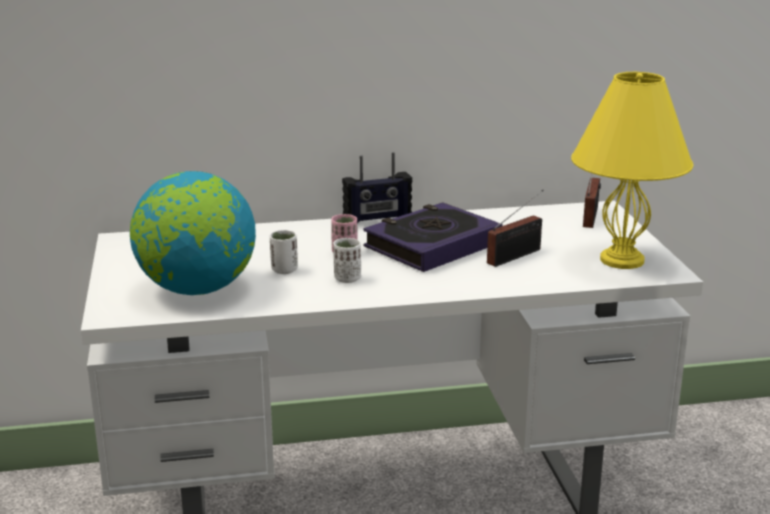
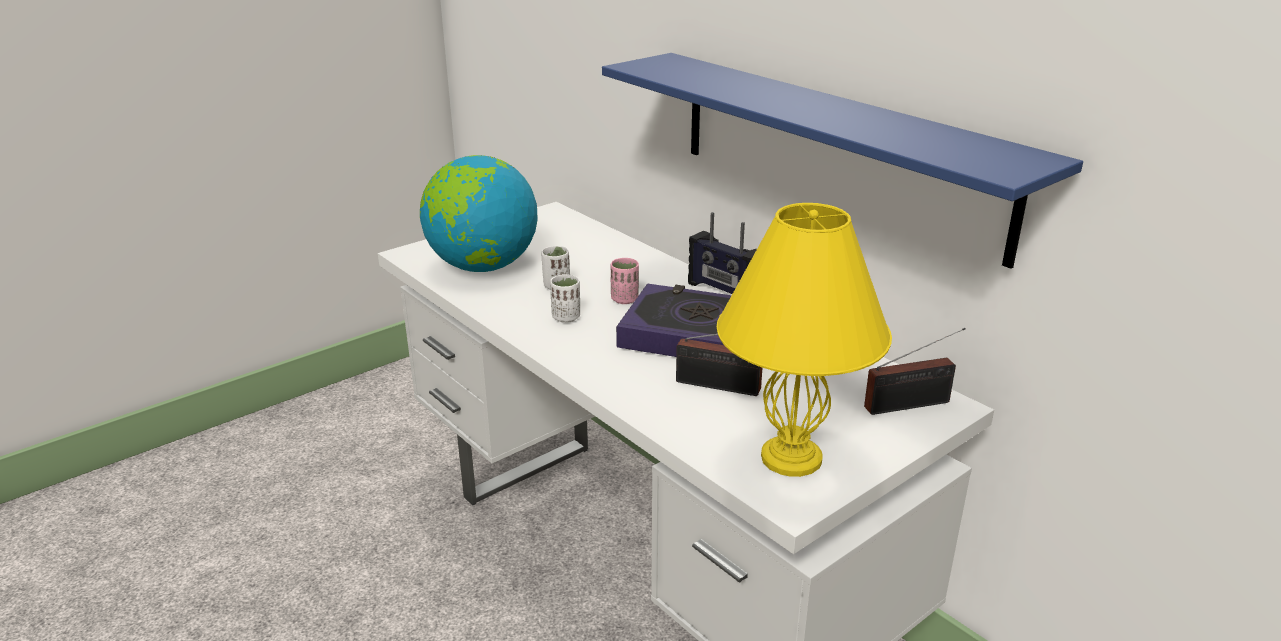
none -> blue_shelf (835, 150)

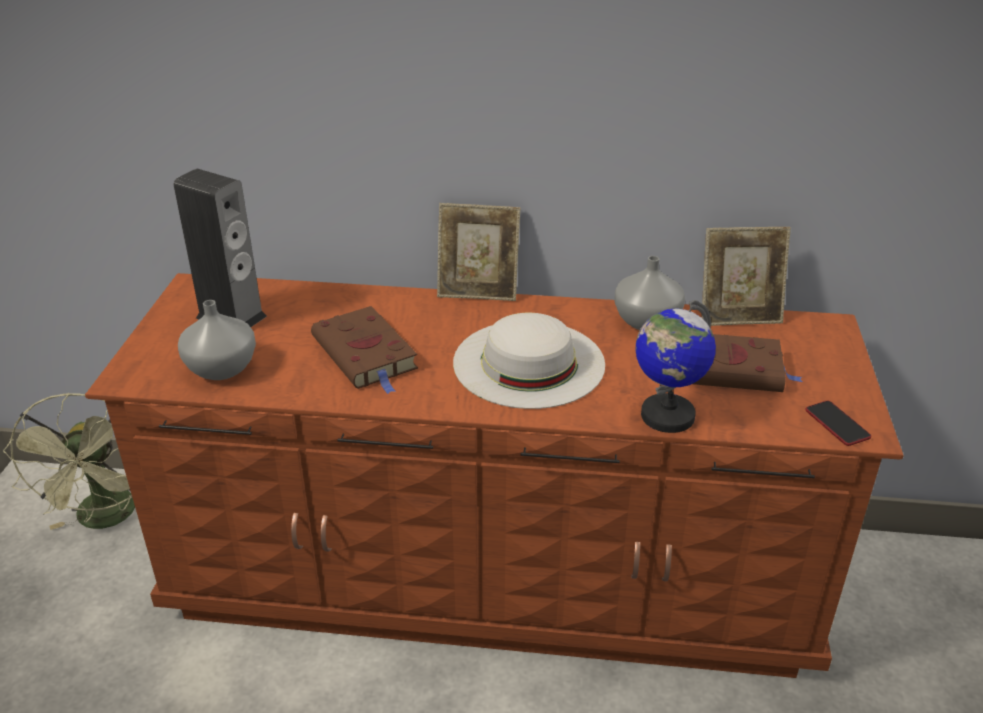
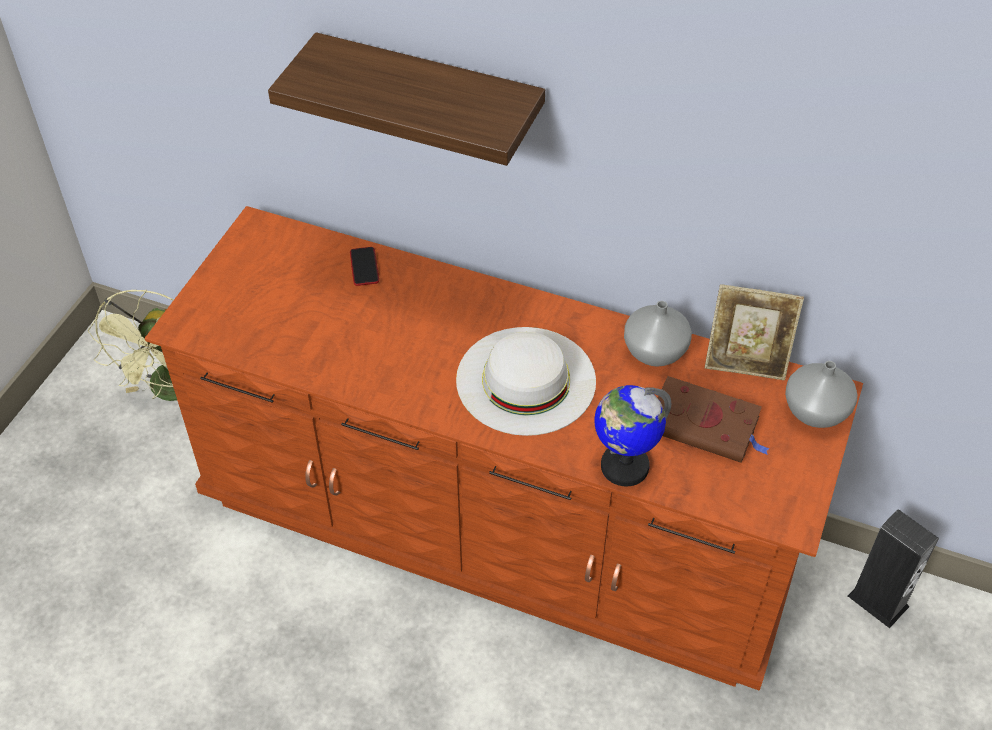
none -> shelf (429, 97)
phone (837, 424) -> phone (364, 267), move
grey_vase (220, 368) -> grey_vase (814, 410), move
speaker (231, 317) -> speaker (878, 601), move
brown_book (366, 355) -> none
picture_frame (478, 291) -> none

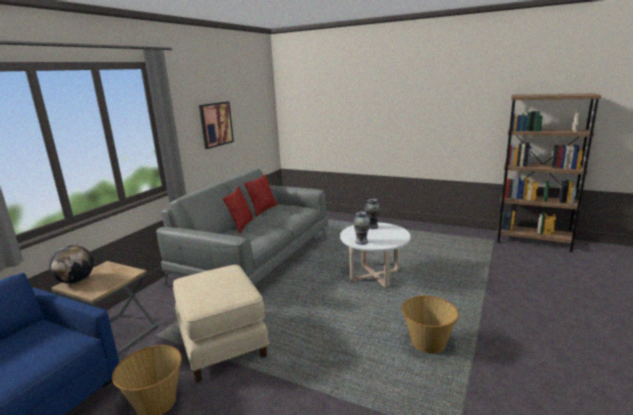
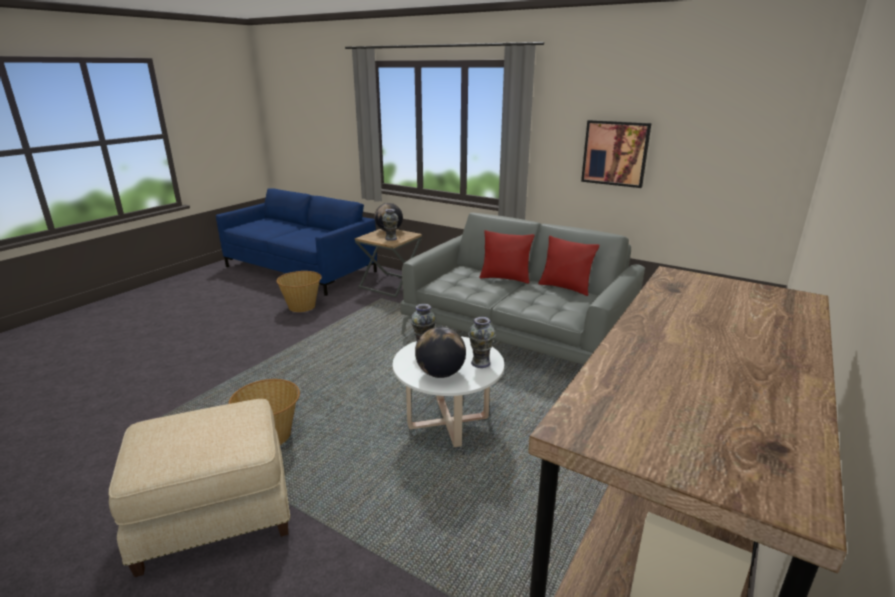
beige_ottoman (223, 342) -> beige_ottoman (215, 517), move
none -> vase (390, 238)
none -> globe (440, 373)

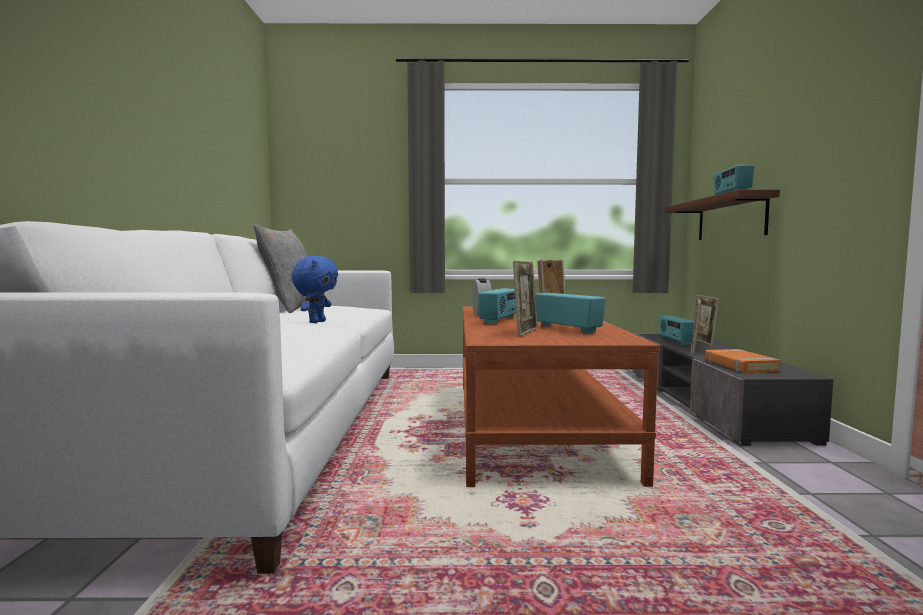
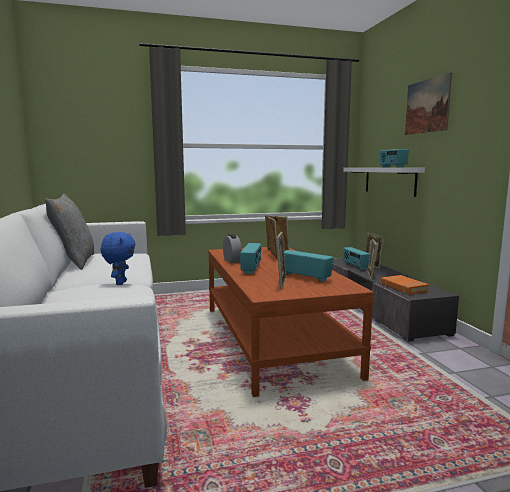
brown_shelf (730, 218) -> white_shelf (389, 180)
none -> picture (427, 106)

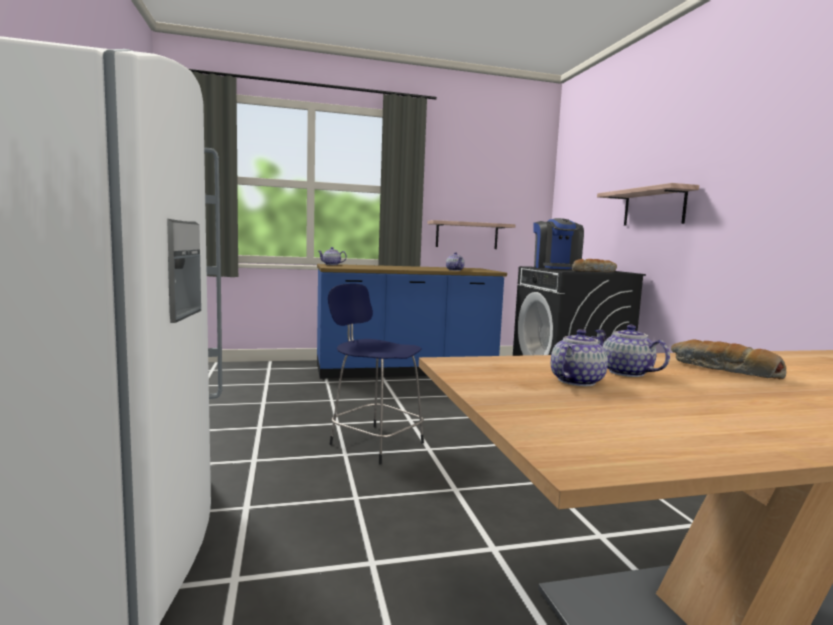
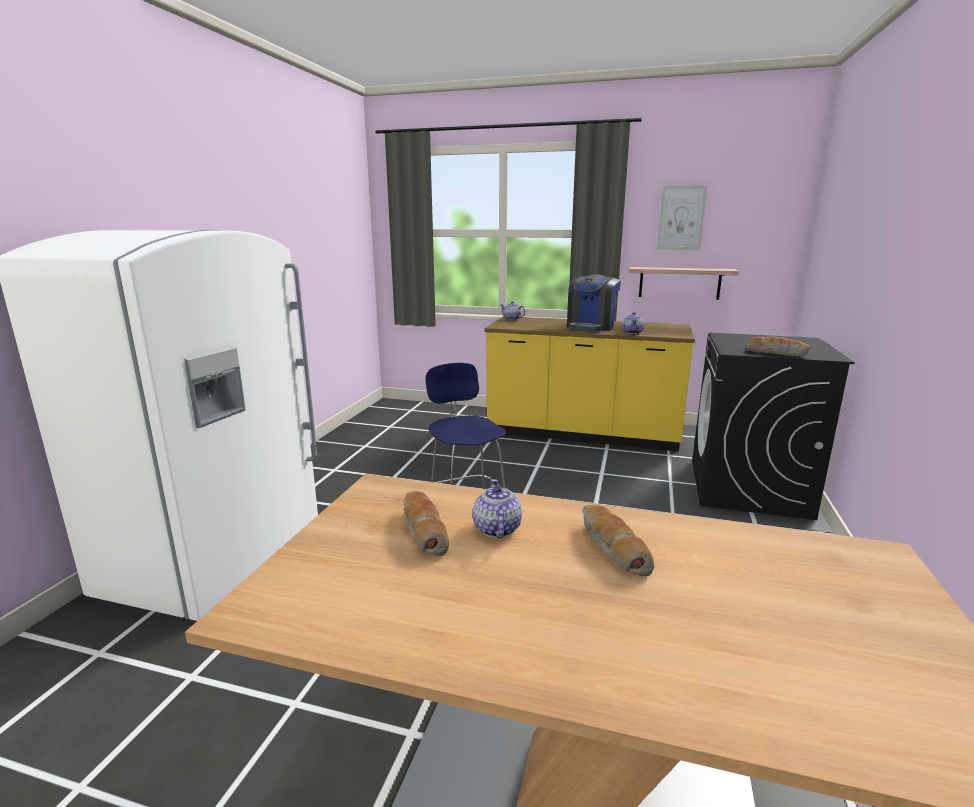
teapot (575, 381) -> bread (423, 531)
blue_counter (405, 371) -> yellow_counter (582, 434)
coffee_machine (556, 268) -> coffee_machine (591, 327), move
none -> picture (681, 218)
shelf (653, 207) -> none

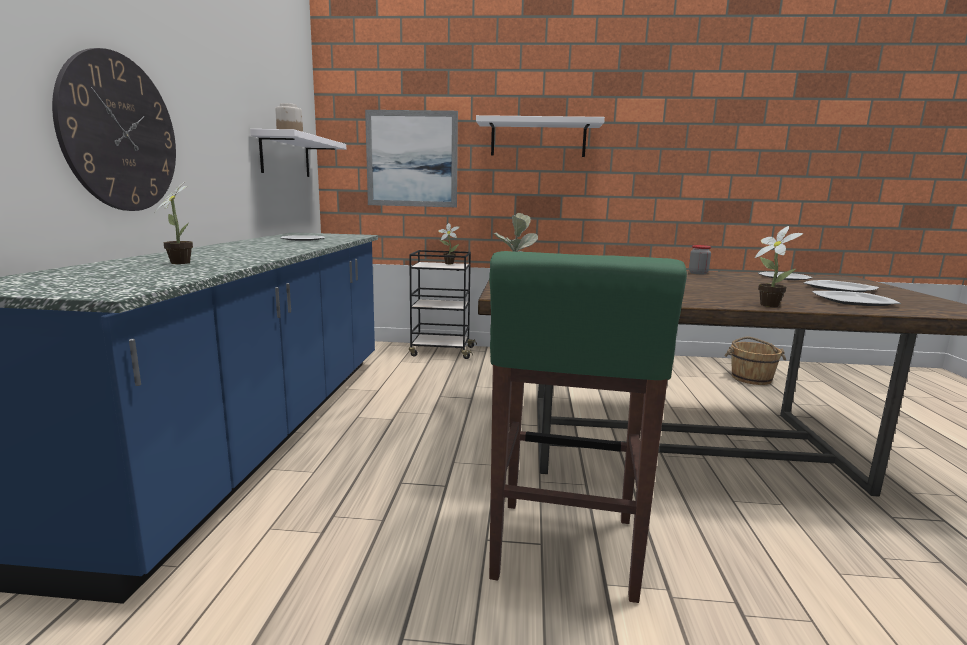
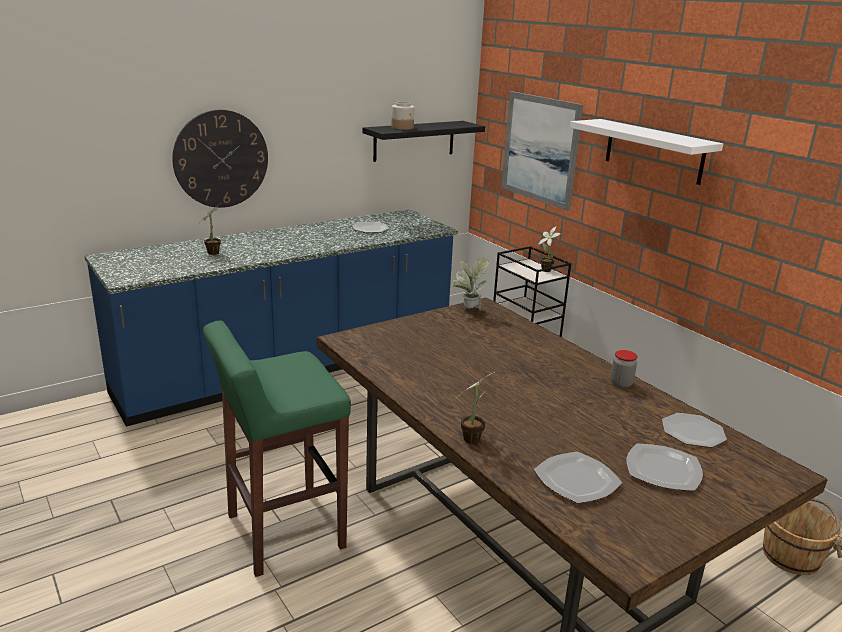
white_shelf (285, 156) -> black_shelf (414, 140)

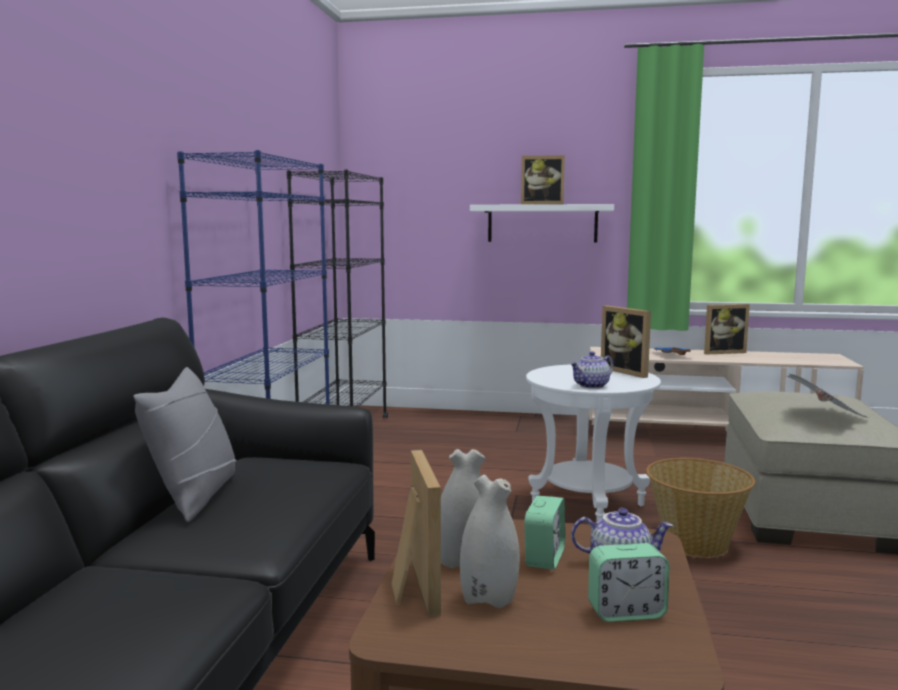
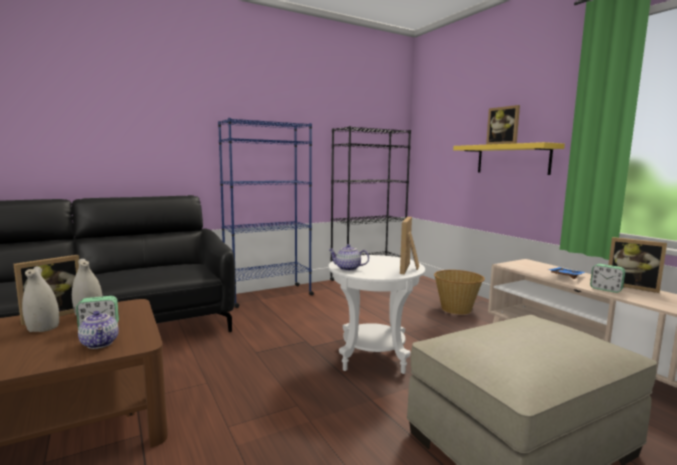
basket (695, 543) -> basket (456, 309), move
white_shelf (542, 223) -> yellow_shelf (512, 159)
alarm_clock (626, 612) -> alarm_clock (606, 289), move
grey_pillow (195, 496) -> none
newspaper (825, 415) -> none

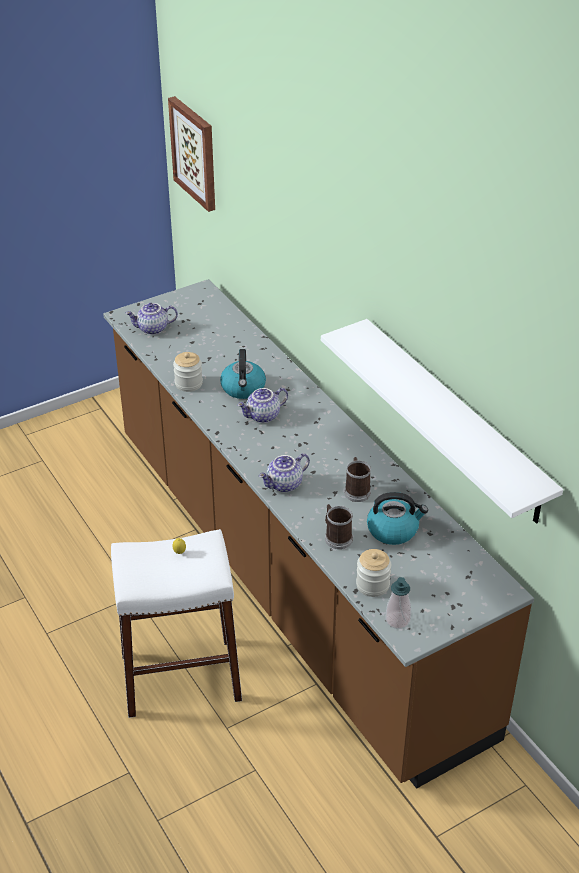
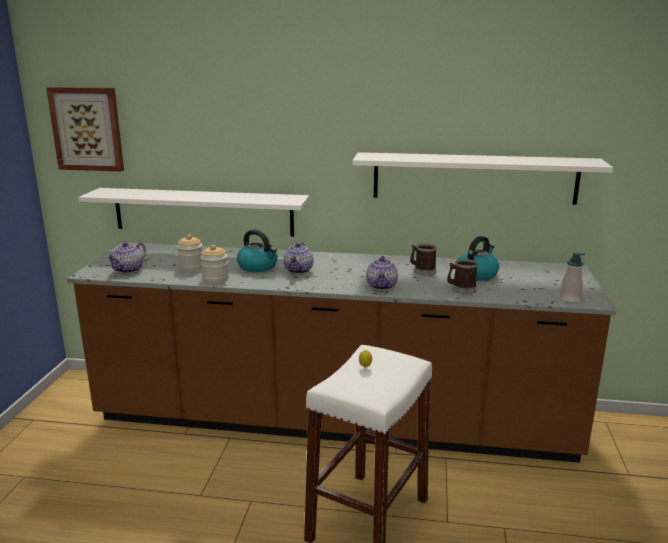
none -> white_shelf (203, 211)
jar (372, 585) -> jar (191, 267), move

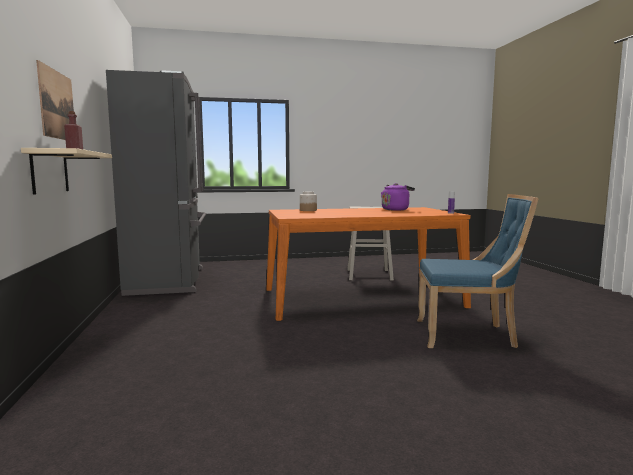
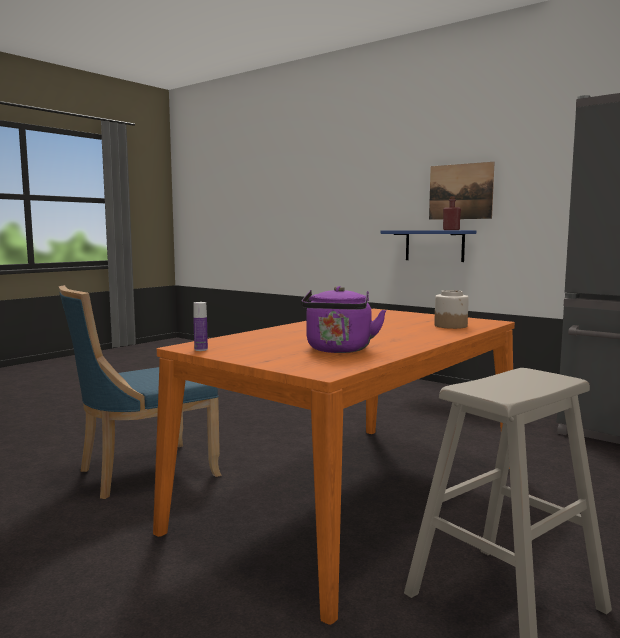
beige_shelf (50, 172) -> blue_shelf (434, 245)

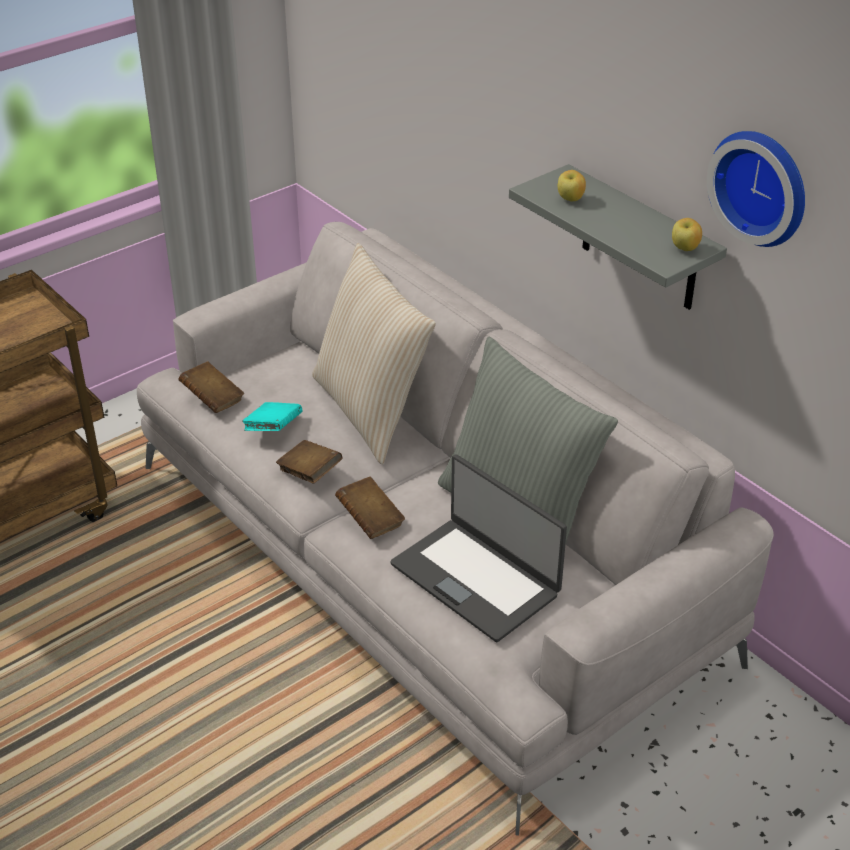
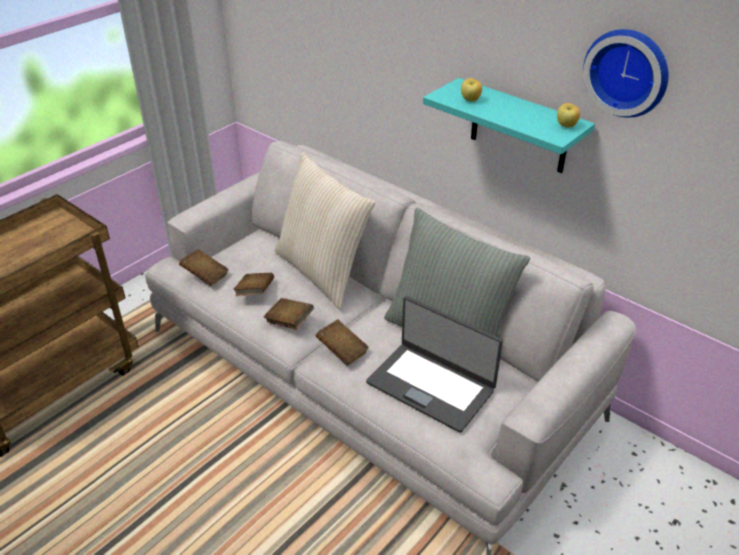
turquoise_book (273, 429) -> brown_book (255, 293)
grey_shelf (640, 241) -> turquoise_shelf (519, 127)

